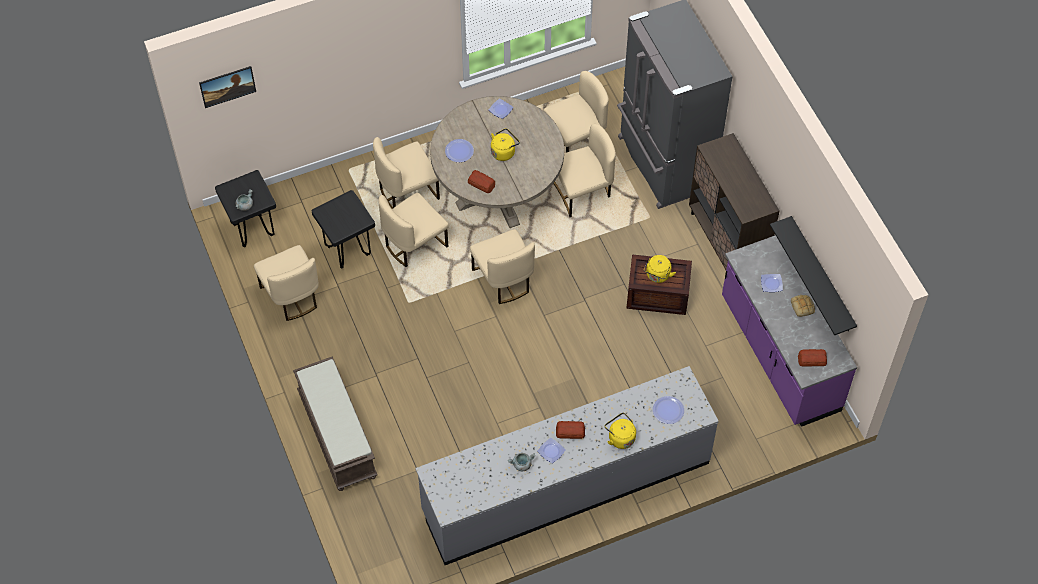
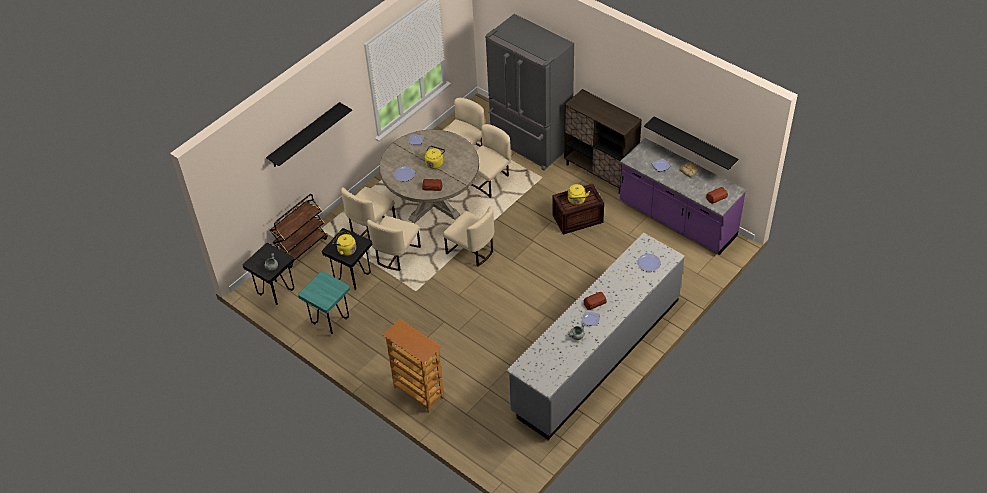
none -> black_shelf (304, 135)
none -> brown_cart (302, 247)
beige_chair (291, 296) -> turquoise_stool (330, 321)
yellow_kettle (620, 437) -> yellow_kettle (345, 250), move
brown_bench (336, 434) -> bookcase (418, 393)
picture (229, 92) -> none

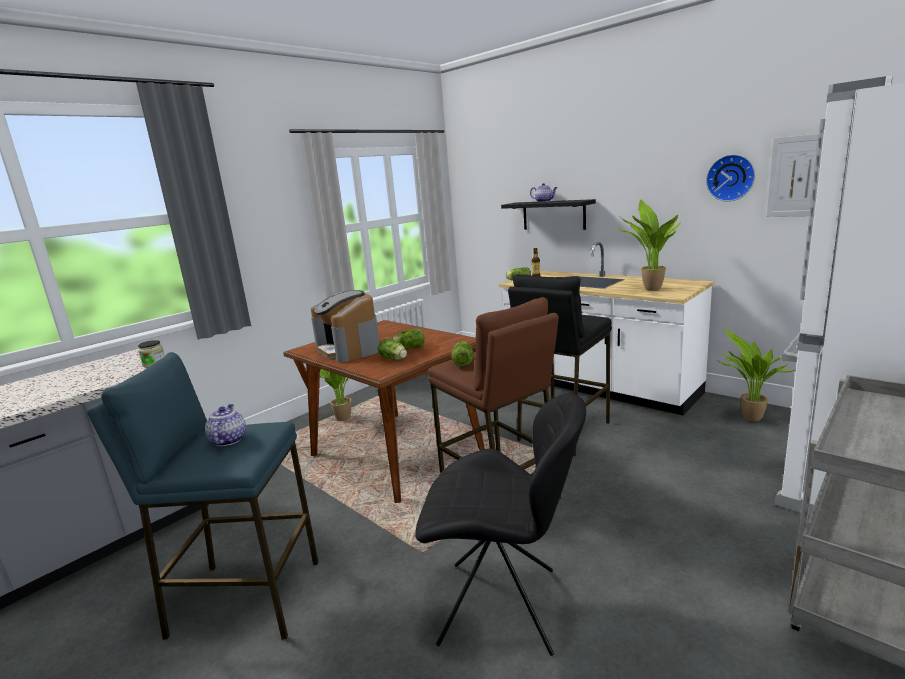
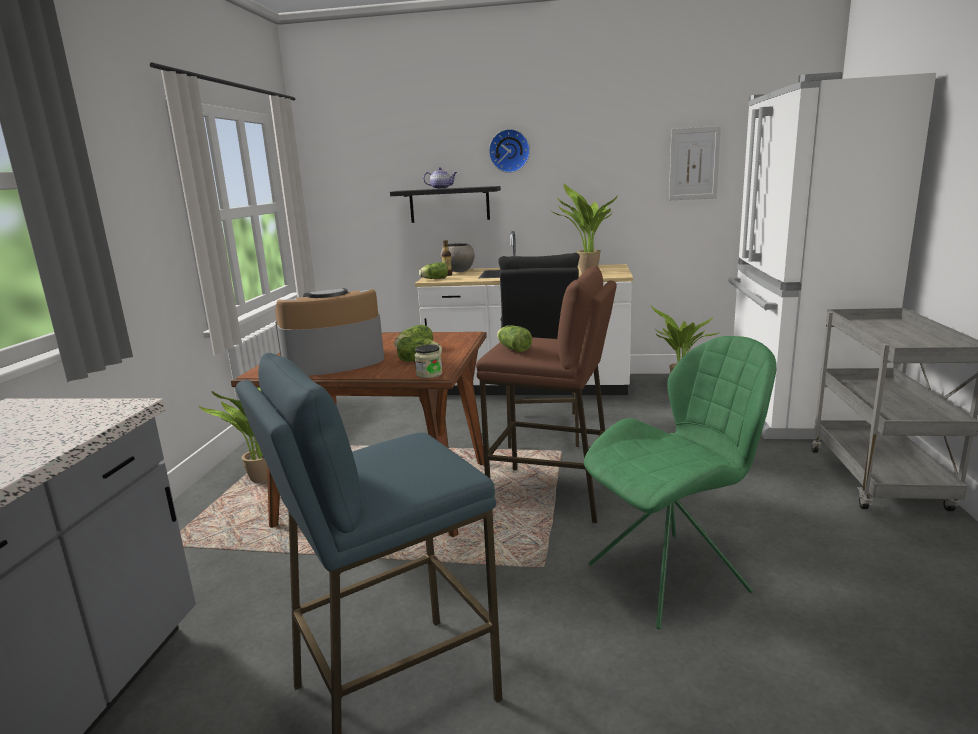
coffee_machine (349, 348) -> coffee_machine (333, 362), 135 degrees clockwise
jar (154, 364) -> jar (429, 374), move
none -> grey_bowl (458, 271)
wall_clock (731, 178) -> wall_clock (509, 151), move
black_chair (505, 606) -> green_chair (672, 576)
teapot (228, 440) -> none

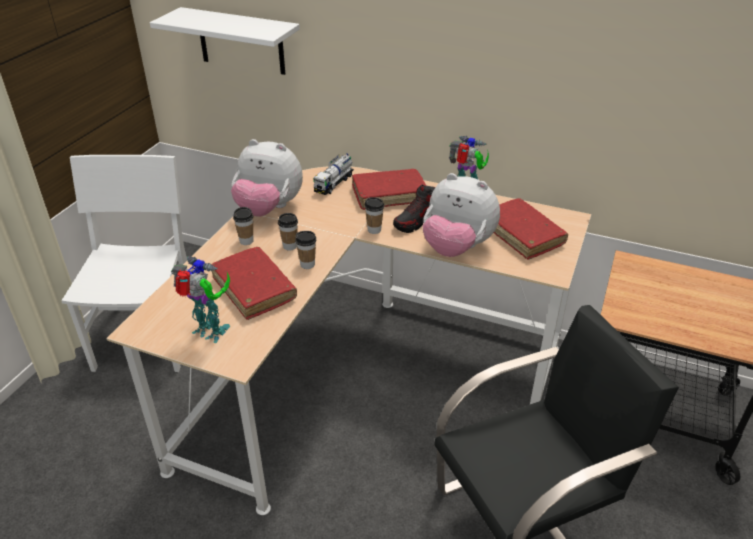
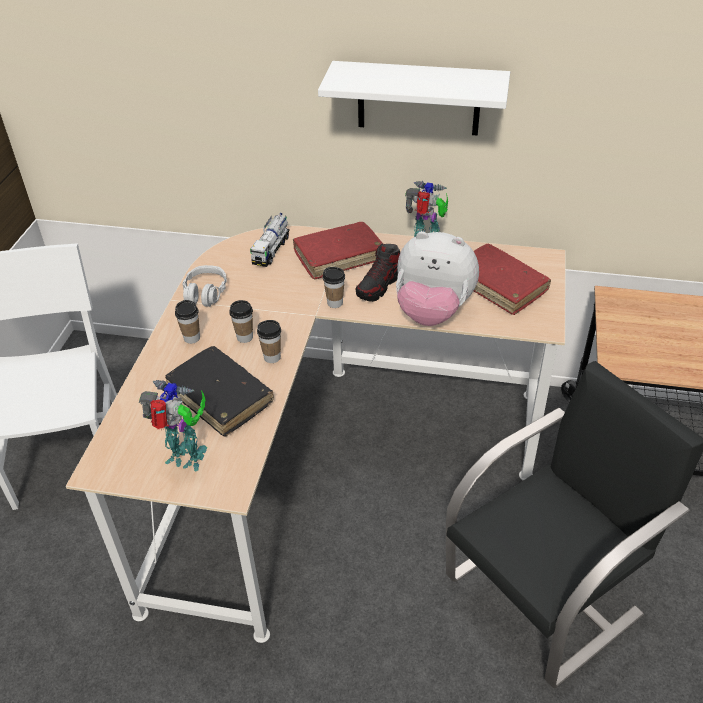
red_book (254, 289) -> black_book (220, 397)
plush_toy (269, 209) -> grey_headphones (205, 293)
white_shelf (241, 41) -> white_shelf (418, 98), move

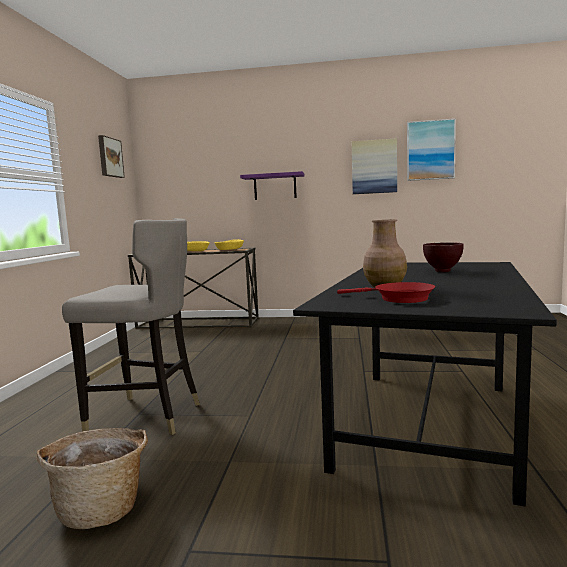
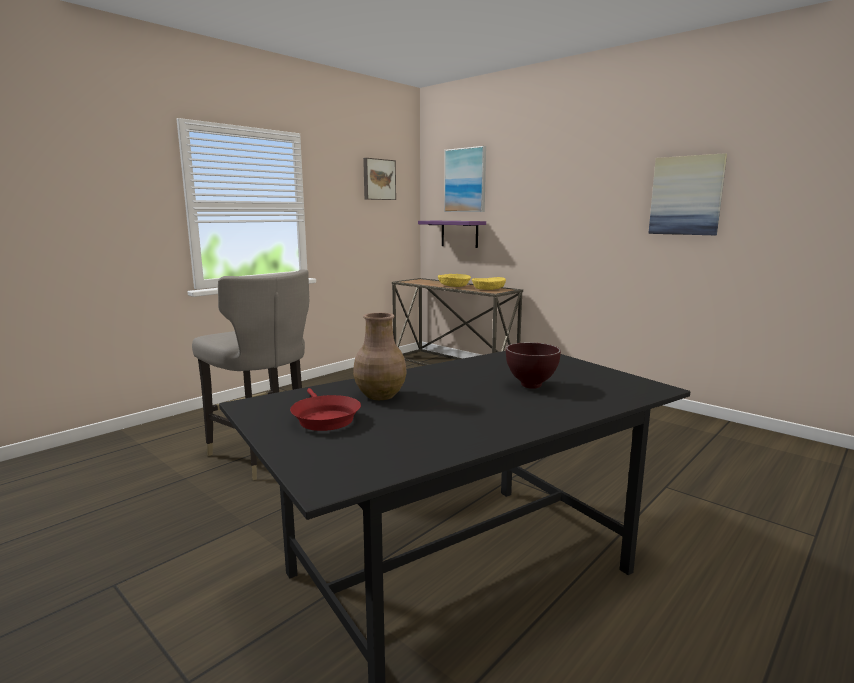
purple_shelf (275, 187) -> purple_shelf (459, 234), move
picture (430, 150) -> picture (465, 180), move
basket (102, 508) -> none

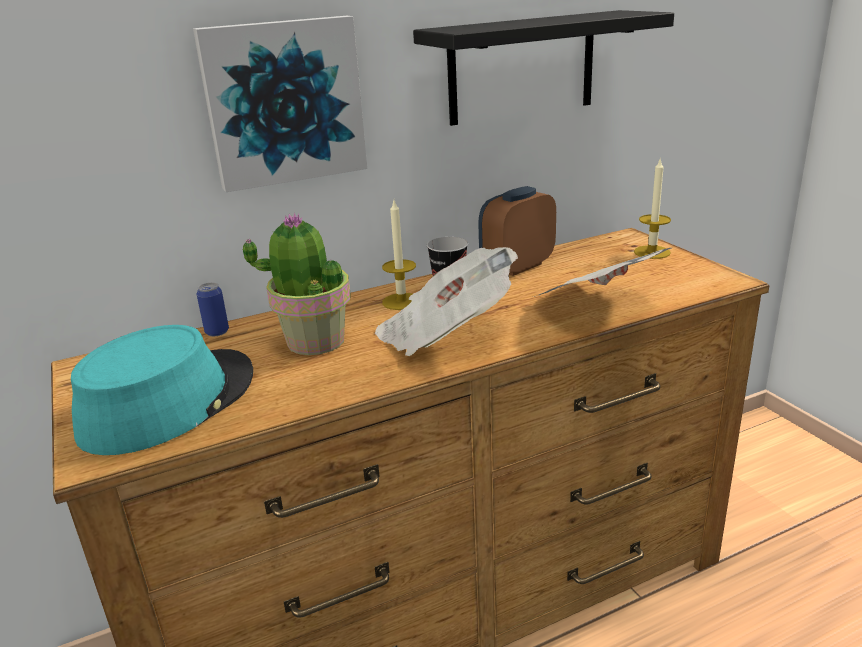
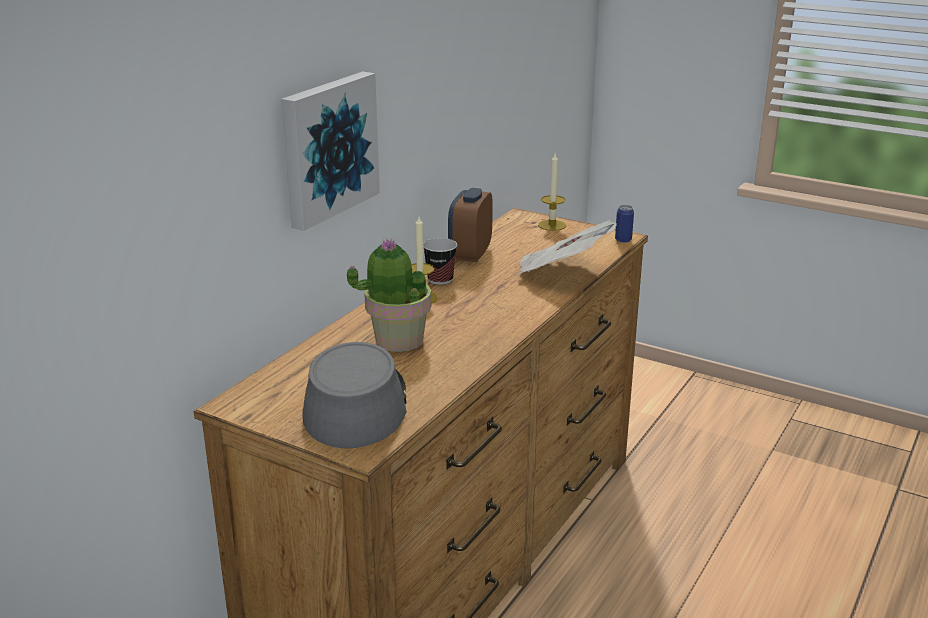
turquoise_hat (168, 402) -> grey_hat (355, 405)
can (217, 332) -> can (623, 240), move
newspaper (445, 334) -> none
black_shelf (522, 68) -> none

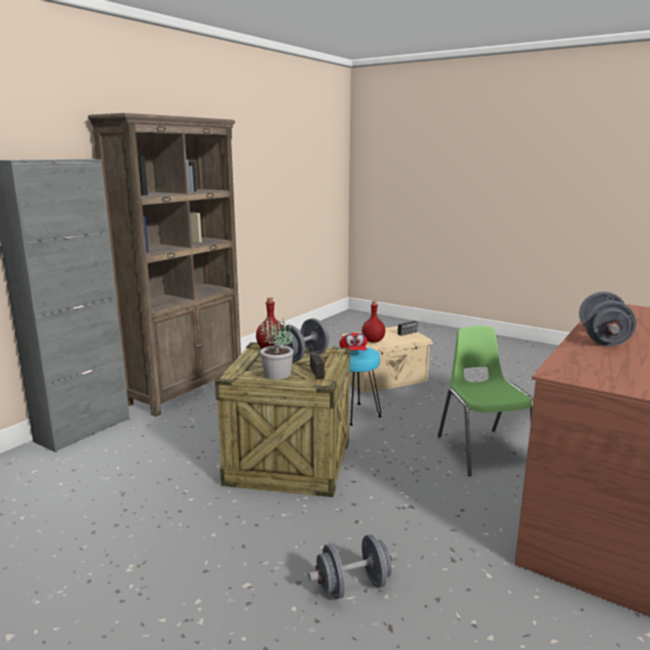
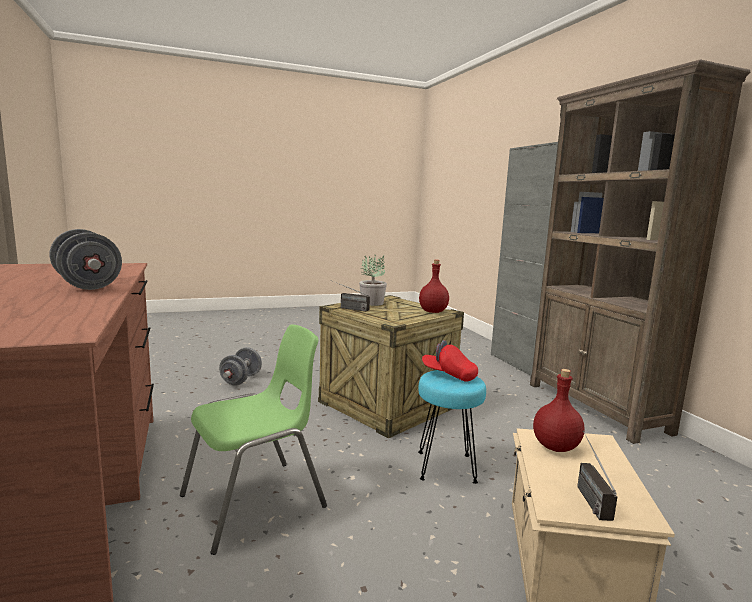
green_chair (483, 450) -> green_chair (256, 502), 60 degrees counterclockwise
grey_dumbbell (303, 357) -> none

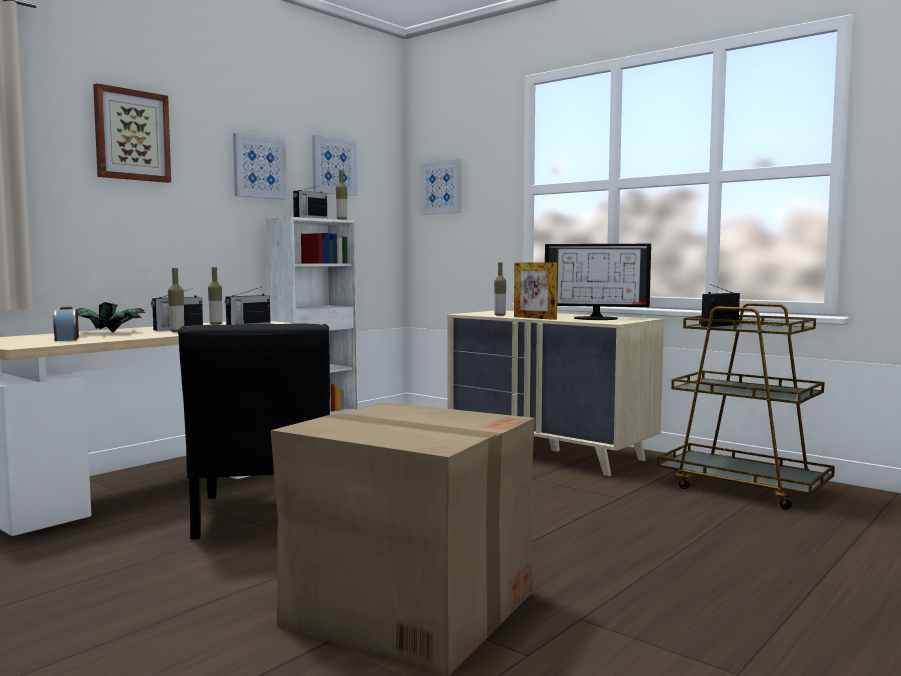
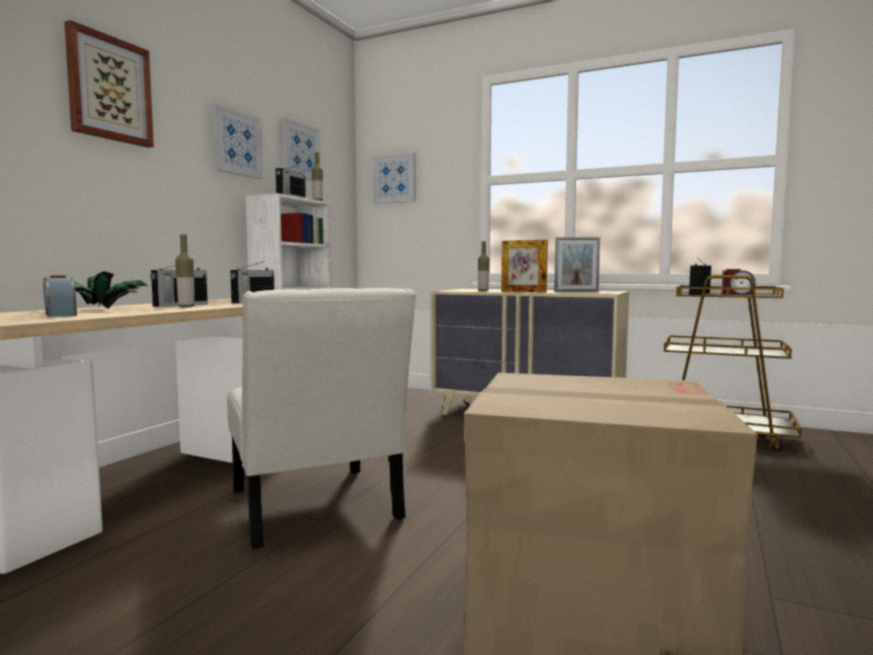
black_chair (263, 517) -> white_chair (316, 509)
monitor (596, 318) -> picture_frame (576, 291)
none -> alarm_clock (737, 294)
bottle (216, 324) -> none

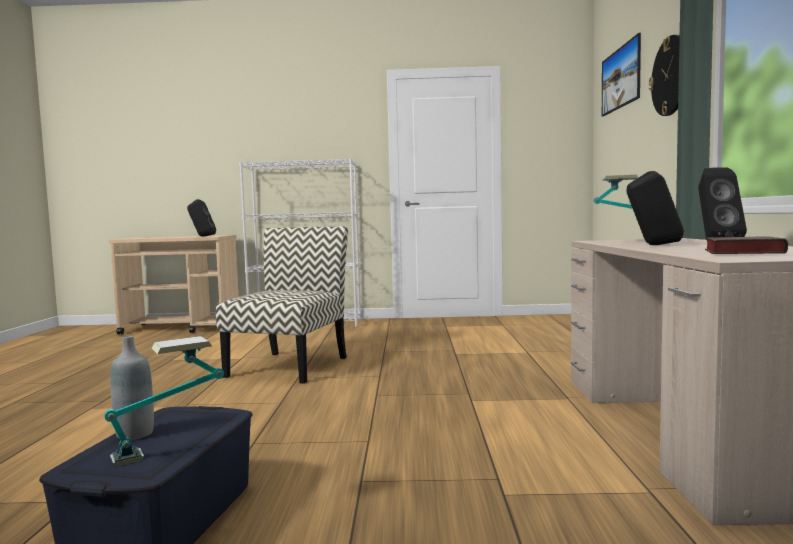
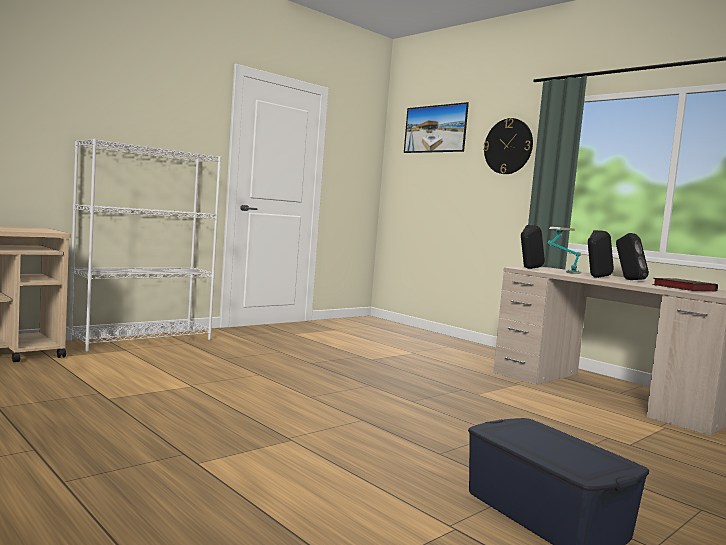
black_speaker (202, 236) -> black_speaker (528, 268), move
table_lamp (170, 449) -> none
grey_bottle (135, 434) -> none
chair (288, 366) -> none

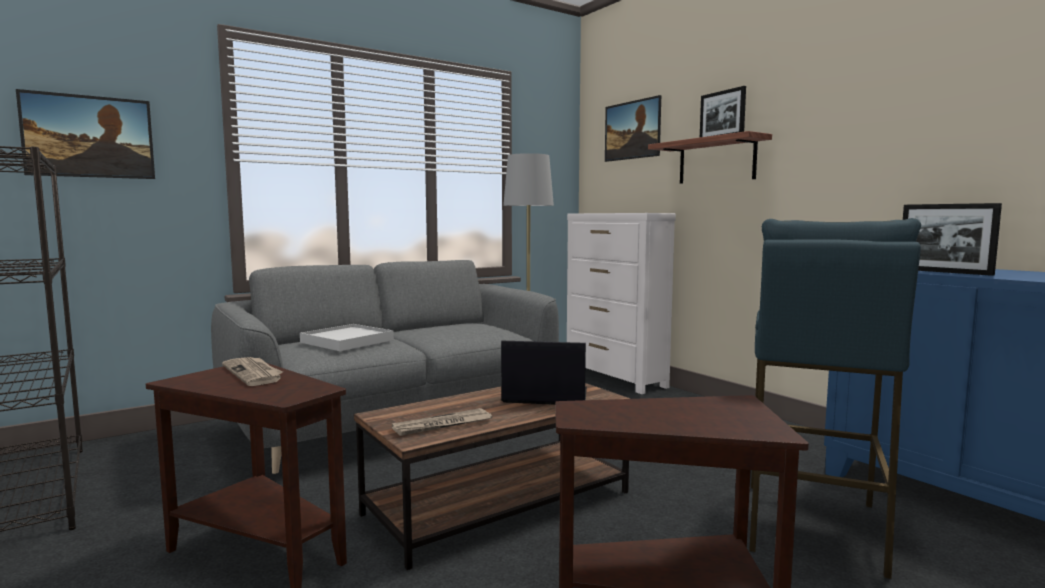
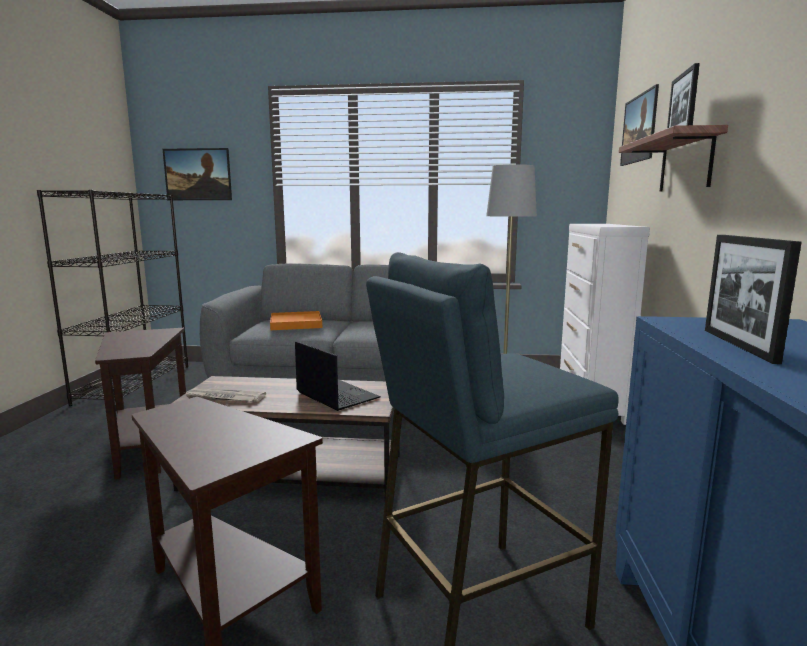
white_tray (347, 341) -> orange_tray (296, 323)
newspaper (254, 373) -> none

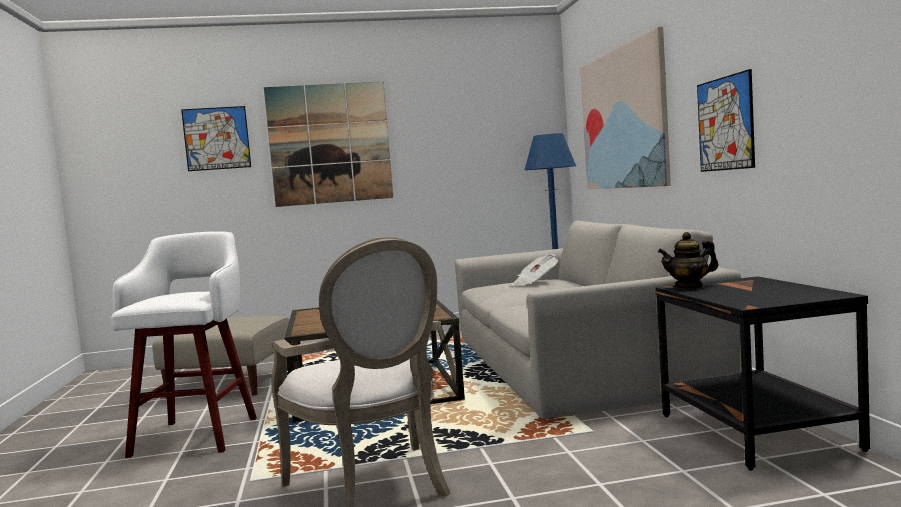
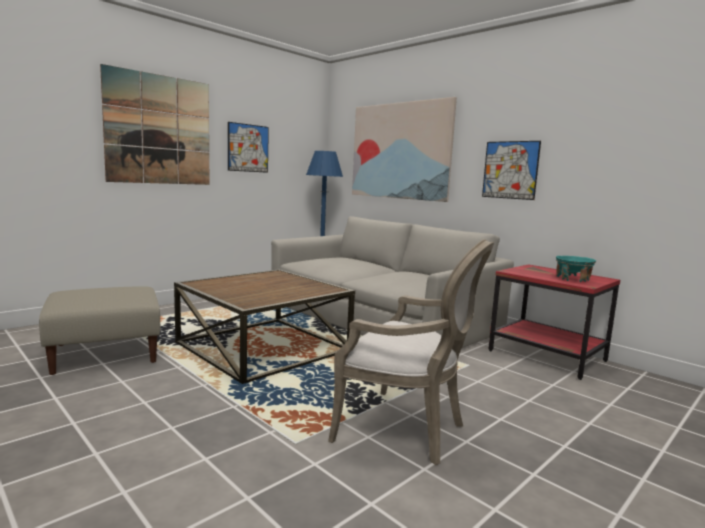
picture (216, 138) -> picture (248, 148), move
black_side_table (758, 432) -> red_side_table (547, 356)
none -> turquoise_bowl (573, 279)
white_stool (197, 435) -> none
newspaper (535, 283) -> none
teapot (689, 287) -> none

